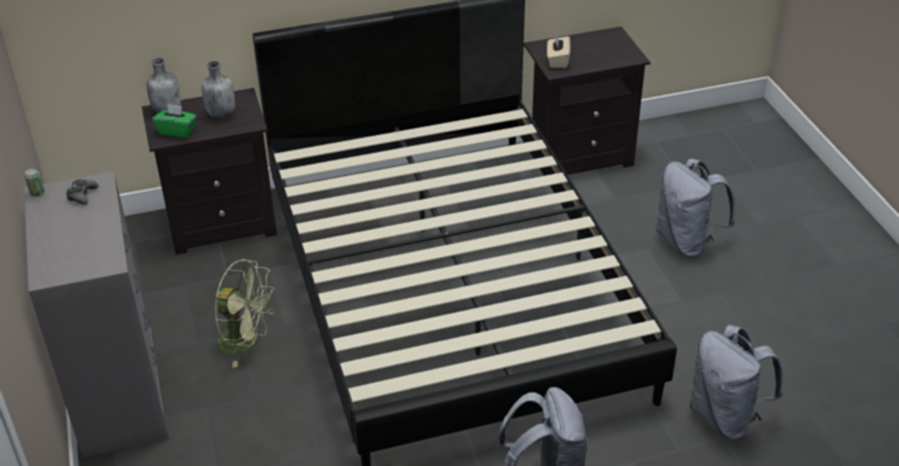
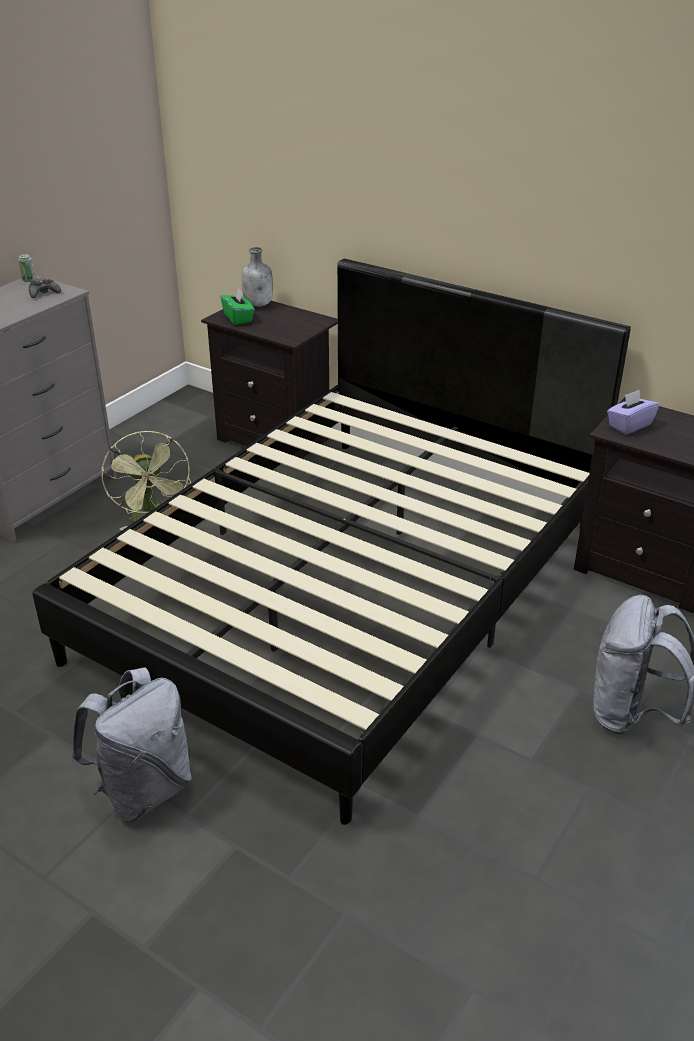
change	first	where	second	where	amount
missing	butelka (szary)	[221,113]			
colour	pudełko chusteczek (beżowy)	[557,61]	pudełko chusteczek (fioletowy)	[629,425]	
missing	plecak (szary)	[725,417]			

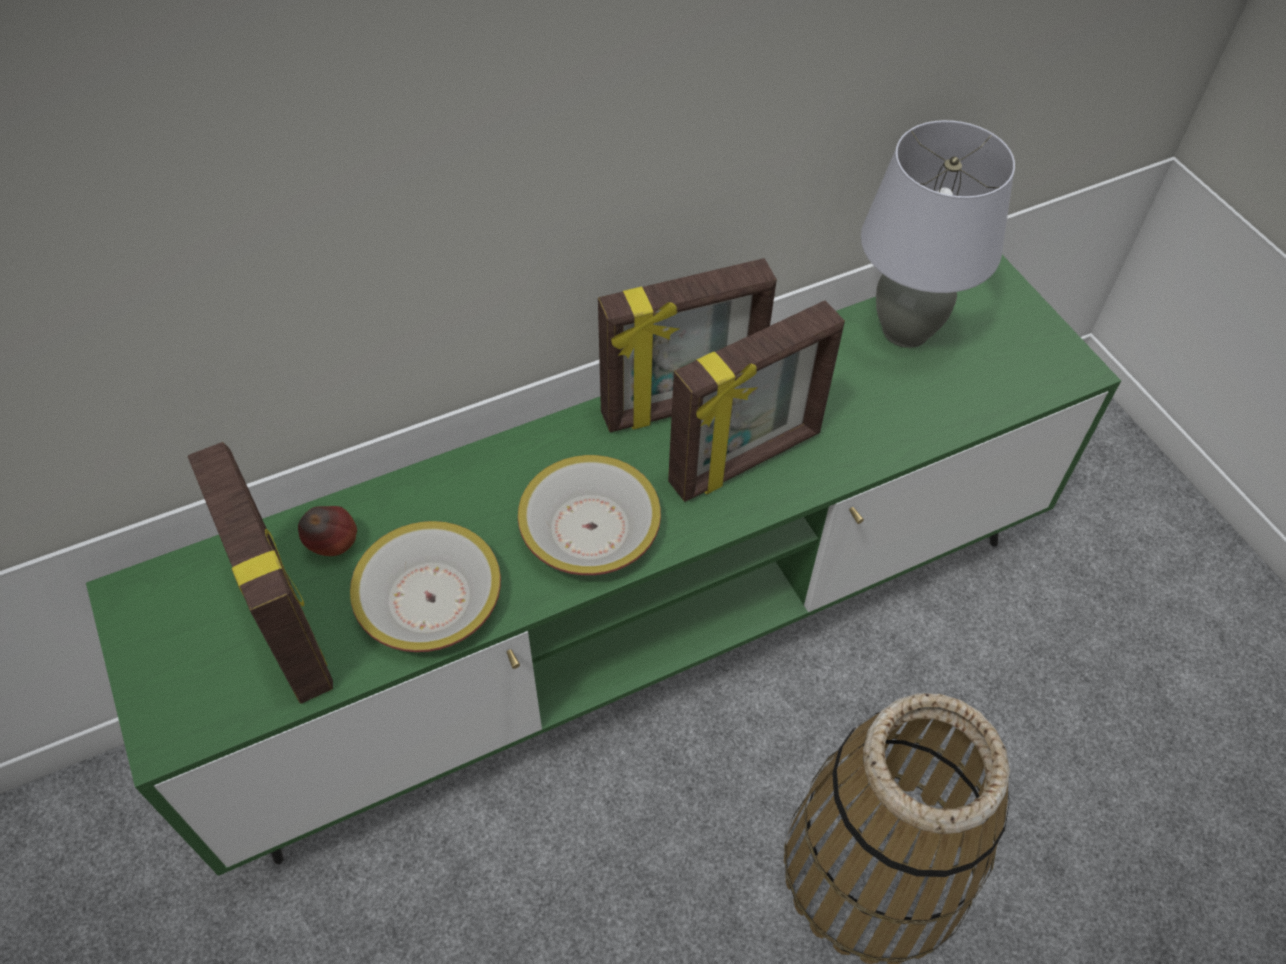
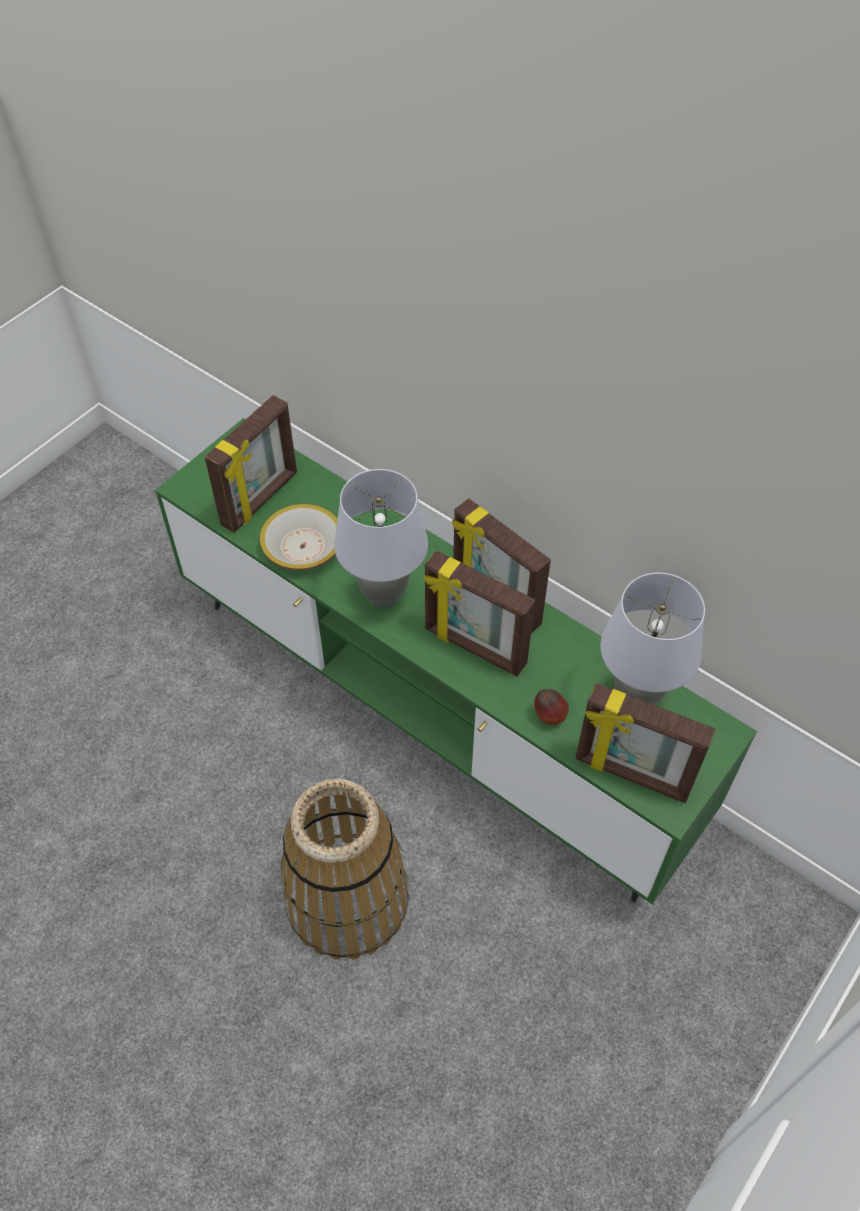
change	first	where	second	where	amount
relocated	jabłko	[334,547]		[549,717]	
exchanged	miska	[591,528]	lampa stołowa (szary)	[384,594]	
appeared			ramka na zdjęcie	[632,775]	

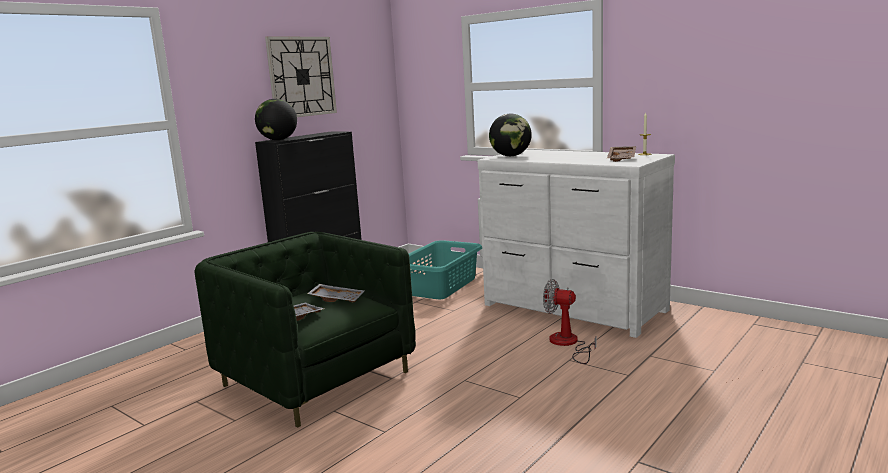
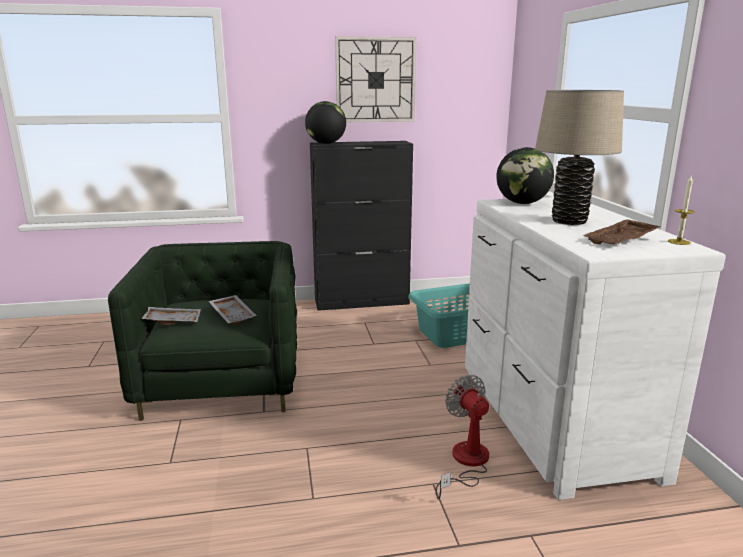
change	first	where	second	where	amount
appeared			lampa stołowa (beżowy)	[569,221]	

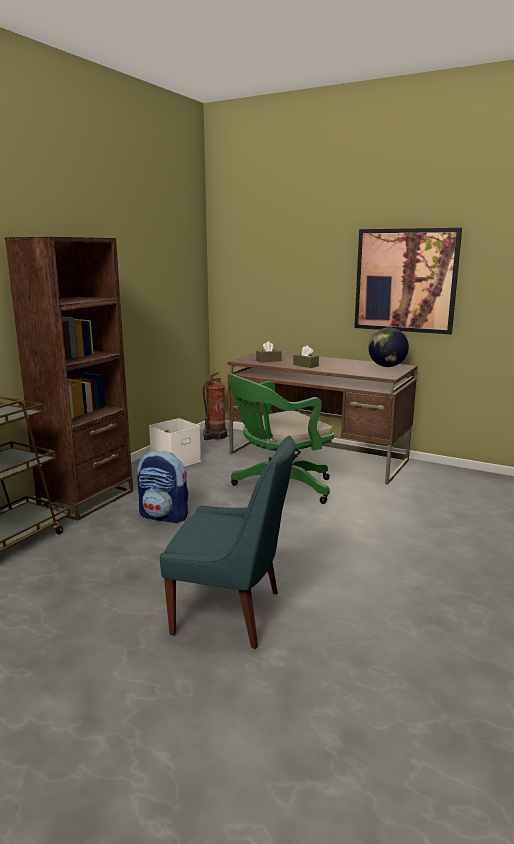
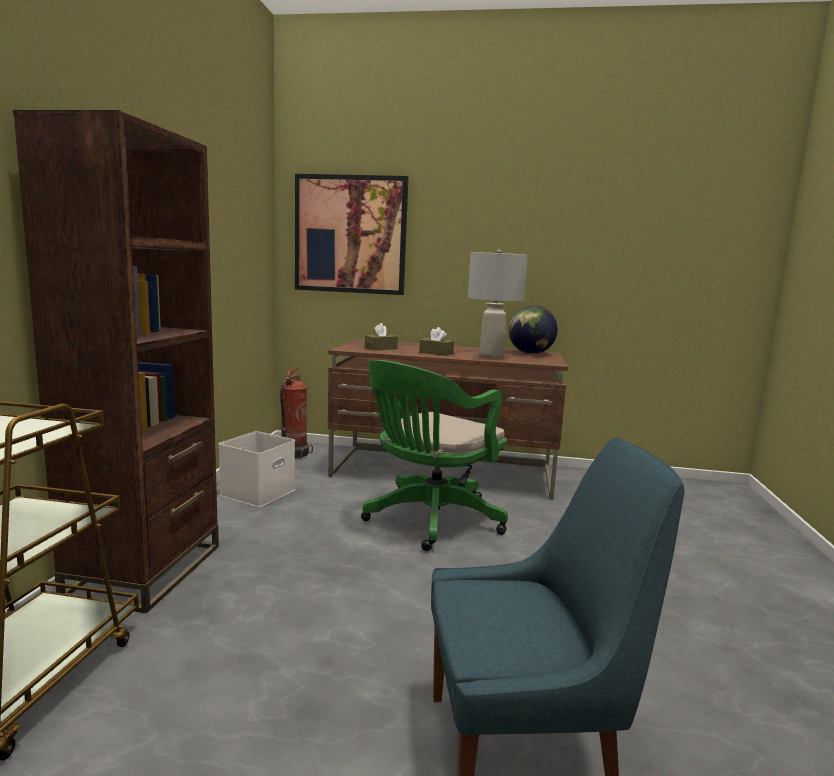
change	first	where	second	where	amount
missing	plecak	[164,516]			
relocated	obraz	[405,280]		[350,235]	
appeared			lampa stołowa (szary)	[491,356]	

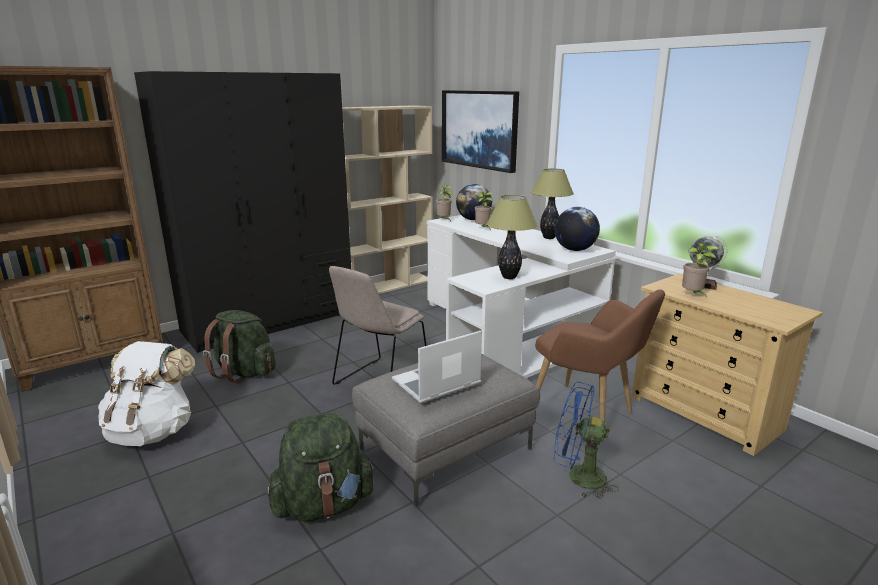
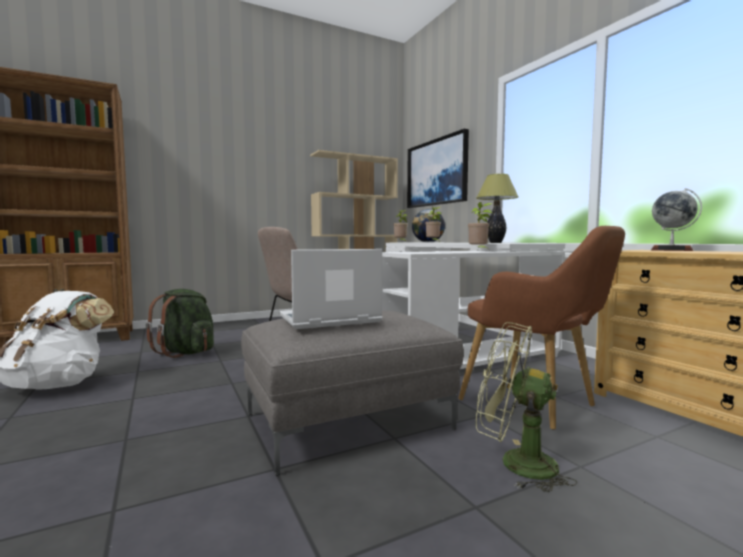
change	first	where	second	where	amount
missing	szafa (czarny)	[271,321]			
missing	plecak (zielony)	[324,505]			
missing	lampa stołowa	[509,277]			
colour	wentylator (niebieski)	[578,477]	wentylator (zielony)	[515,463]	
missing	globus	[574,250]			
relocated	roślina doniczkowa	[693,296]		[479,251]	

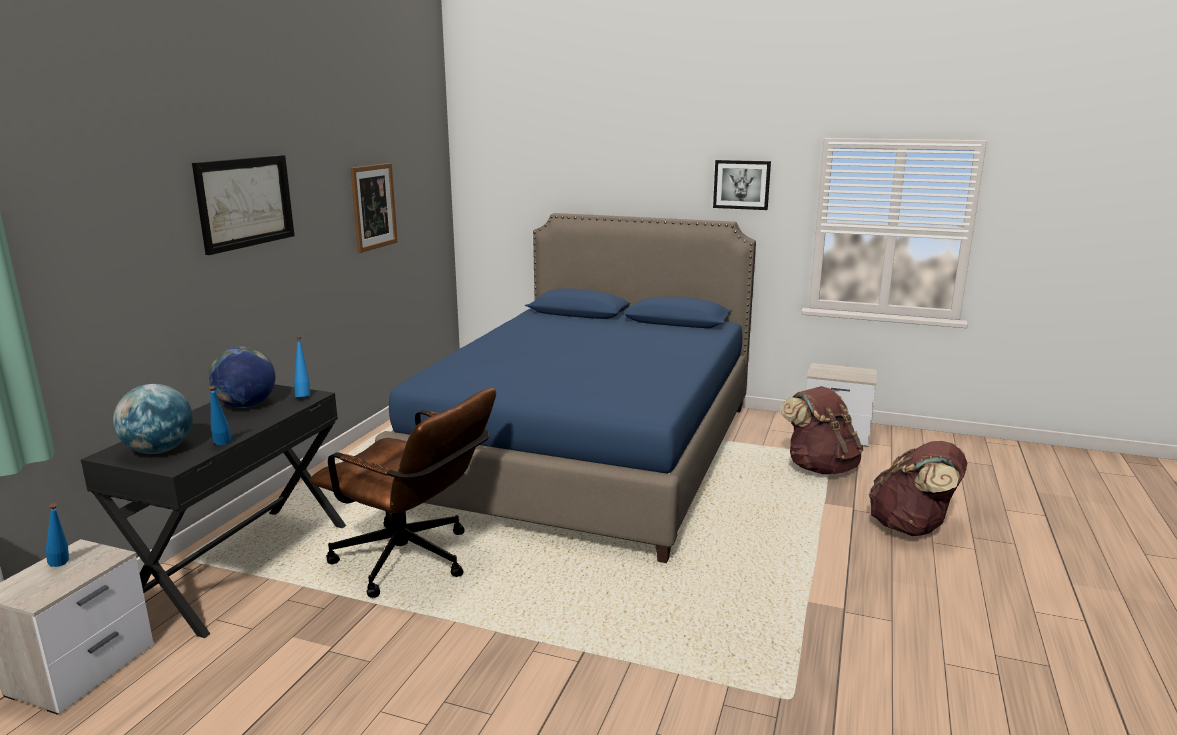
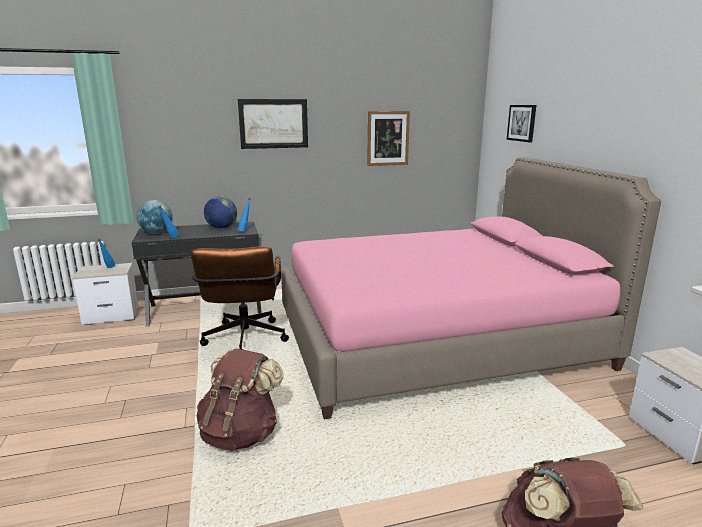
change	first	where	second	where	amount
colour	łóżko (niebieski)	[589,453]	łóżko (różowy)	[435,340]	
relocated	obraz	[741,184]		[522,123]	
relocated	plecak (brązowy)	[820,467]		[240,434]	

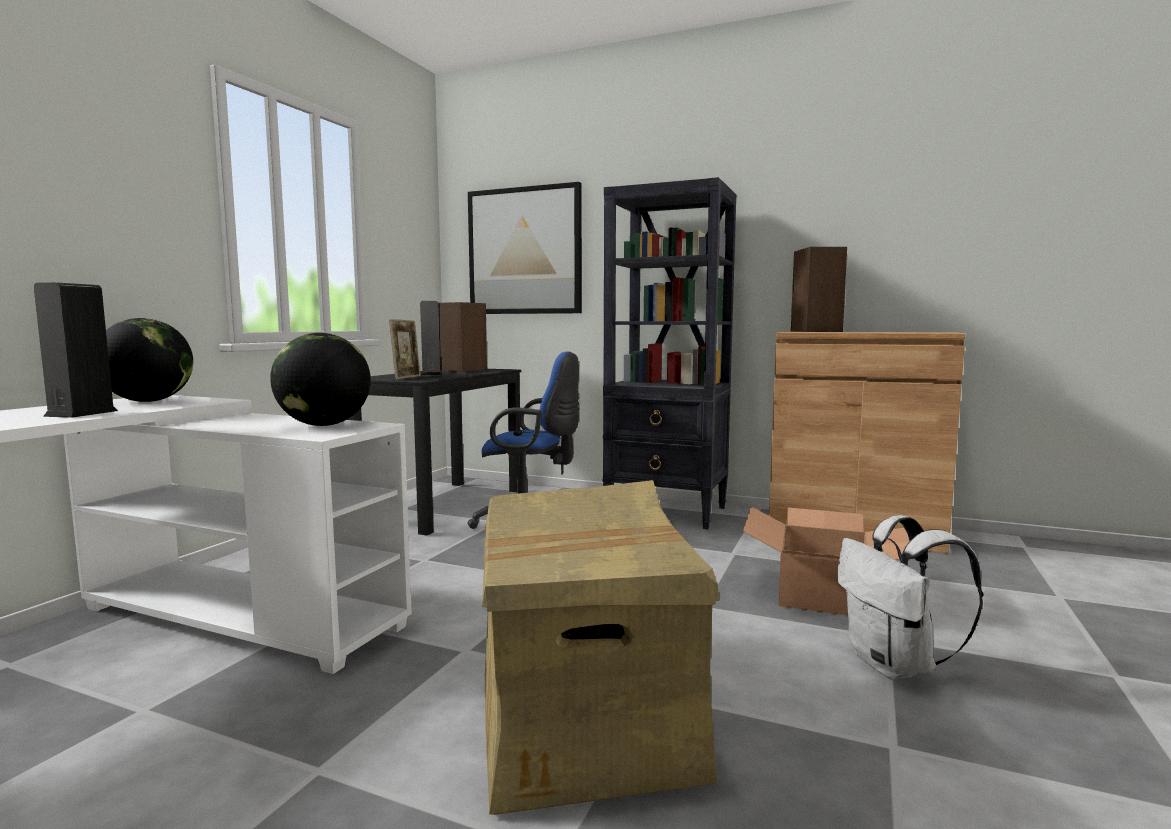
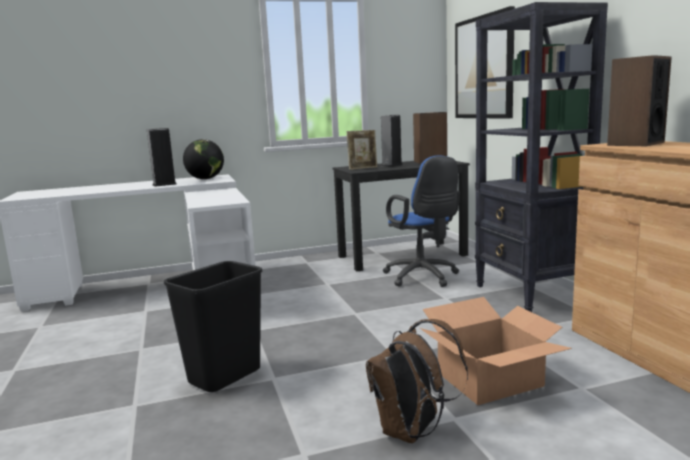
change	first	where	second	where	amount
missing	globus	[324,425]			
exchanged	karton	[584,725]	kosz na śmieci (czarny)	[224,376]	
colour	plecak (biały)	[895,666]	plecak (brązowy)	[412,432]	

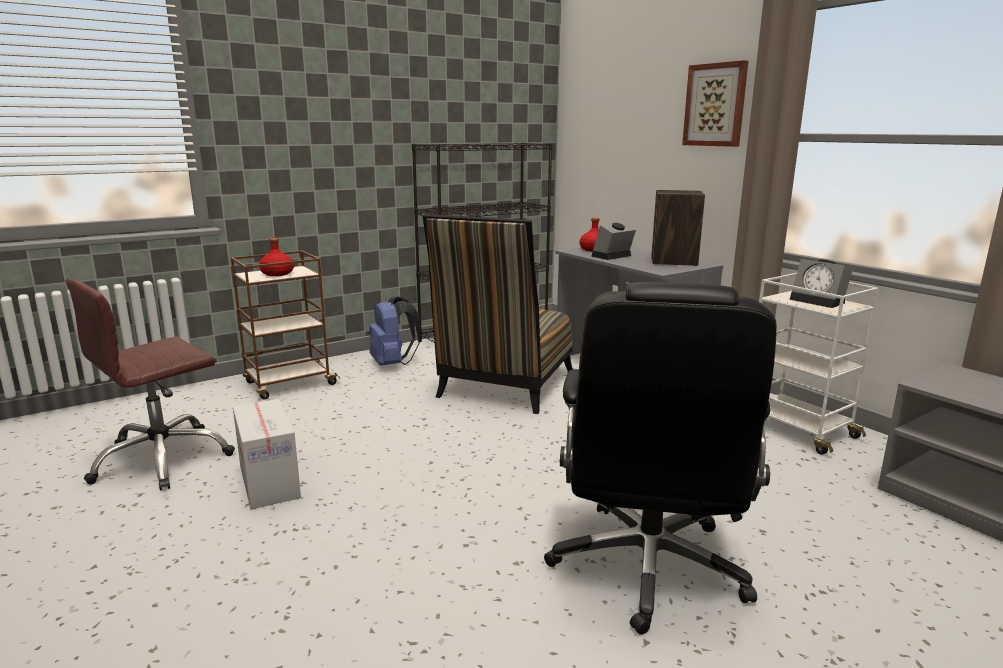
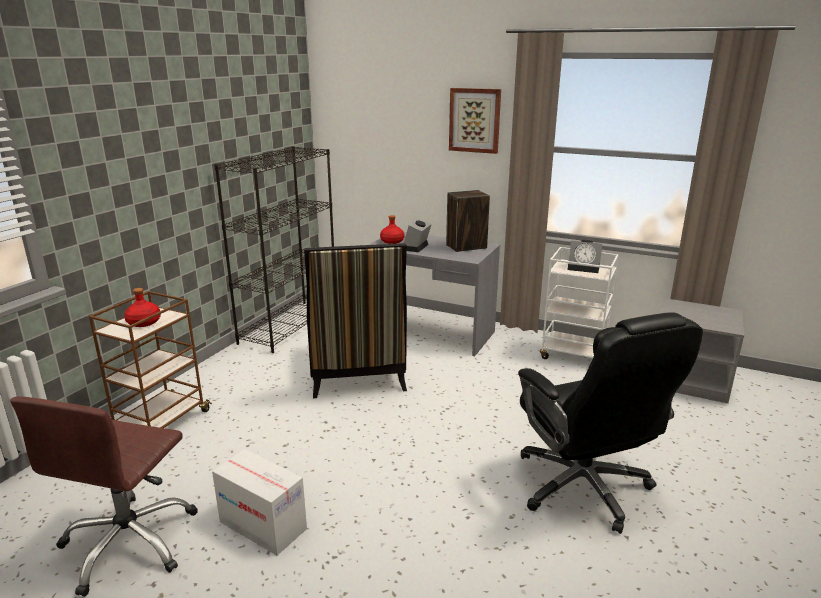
change	first	where	second	where	amount
missing	plecak (niebieski)	[393,364]			

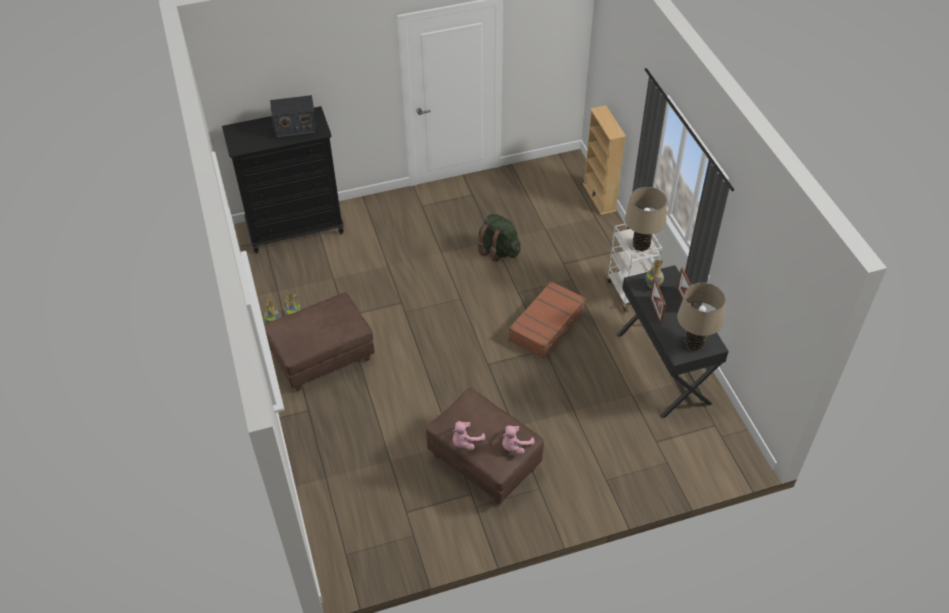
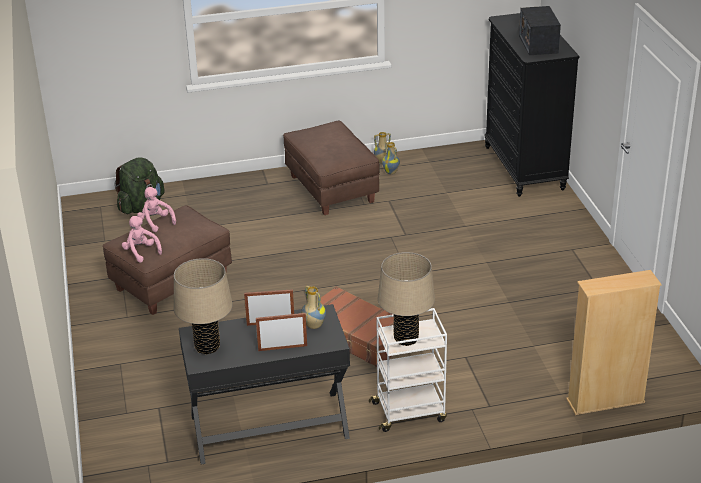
change	first	where	second	where	amount
relocated	plecak (zielony)	[498,251]		[141,206]	

